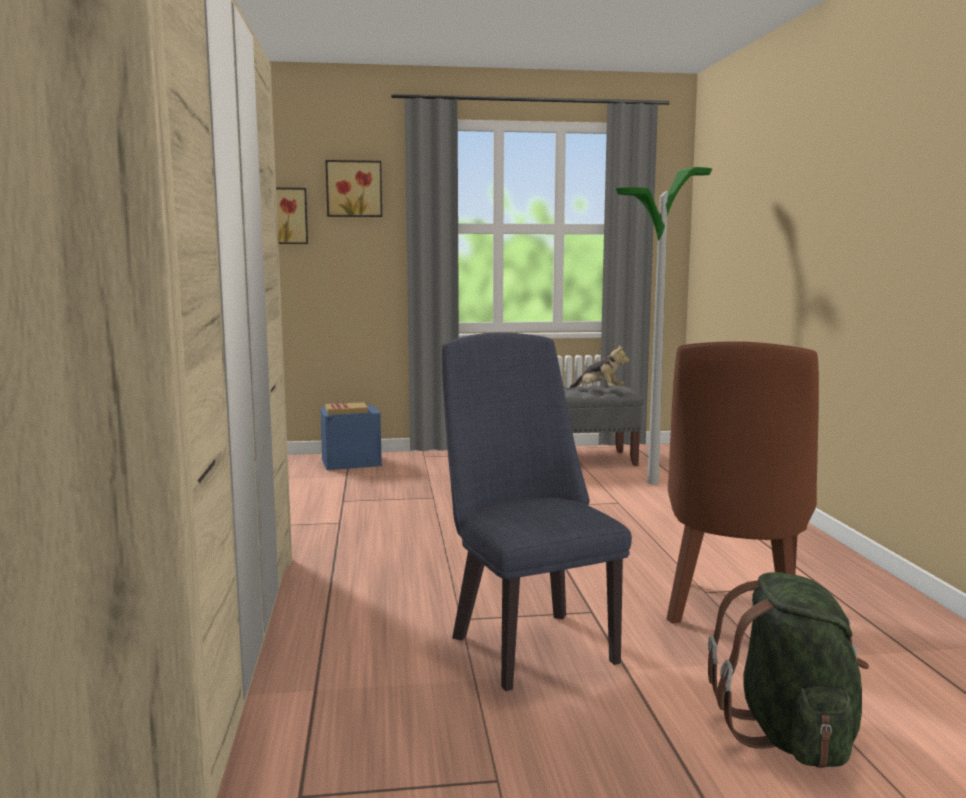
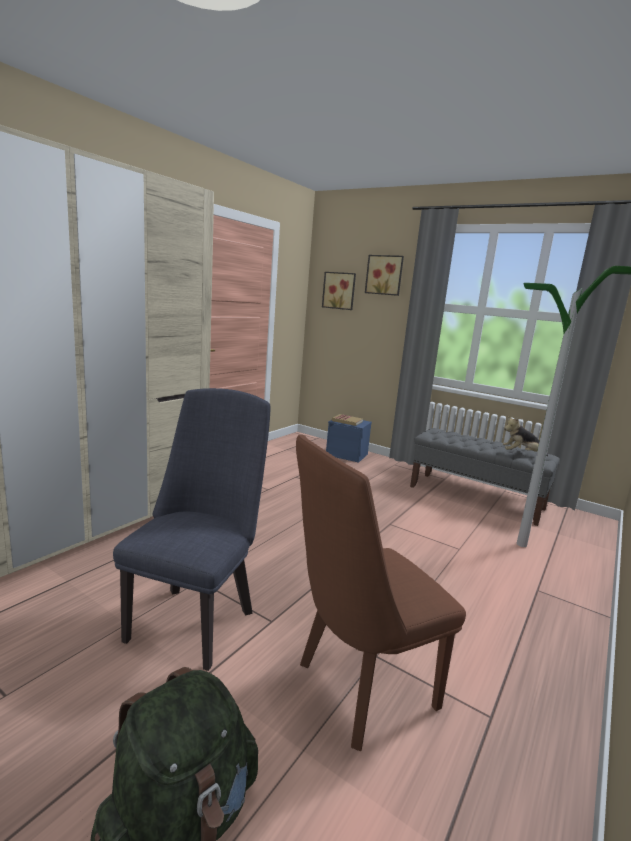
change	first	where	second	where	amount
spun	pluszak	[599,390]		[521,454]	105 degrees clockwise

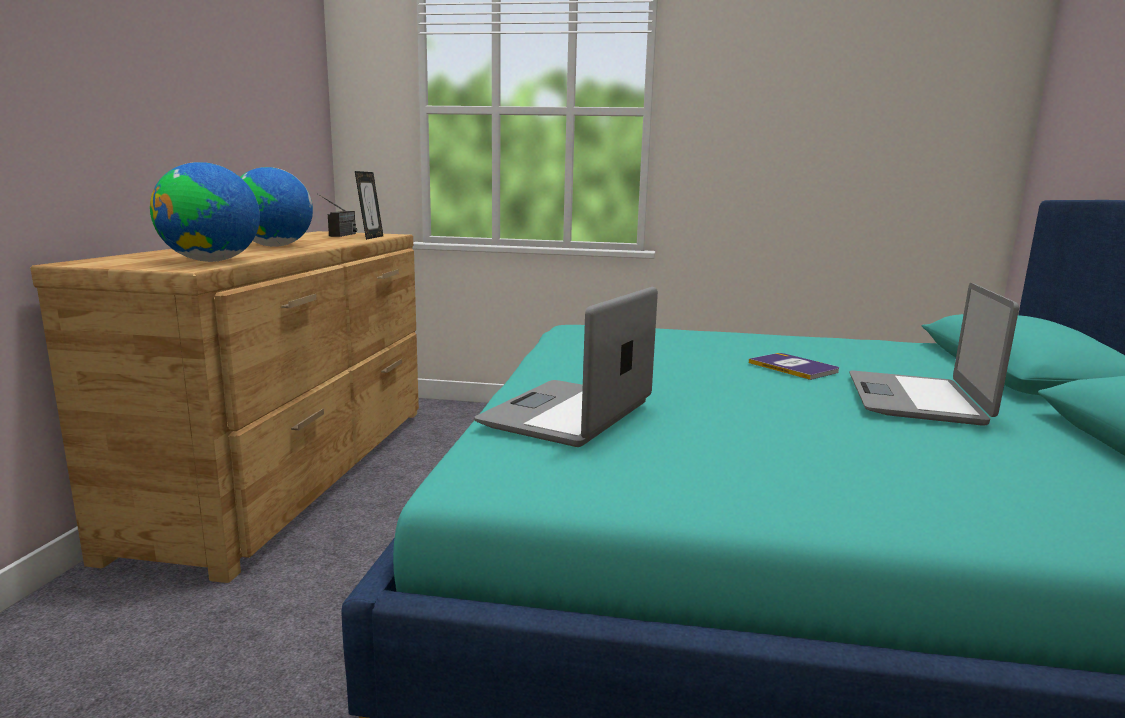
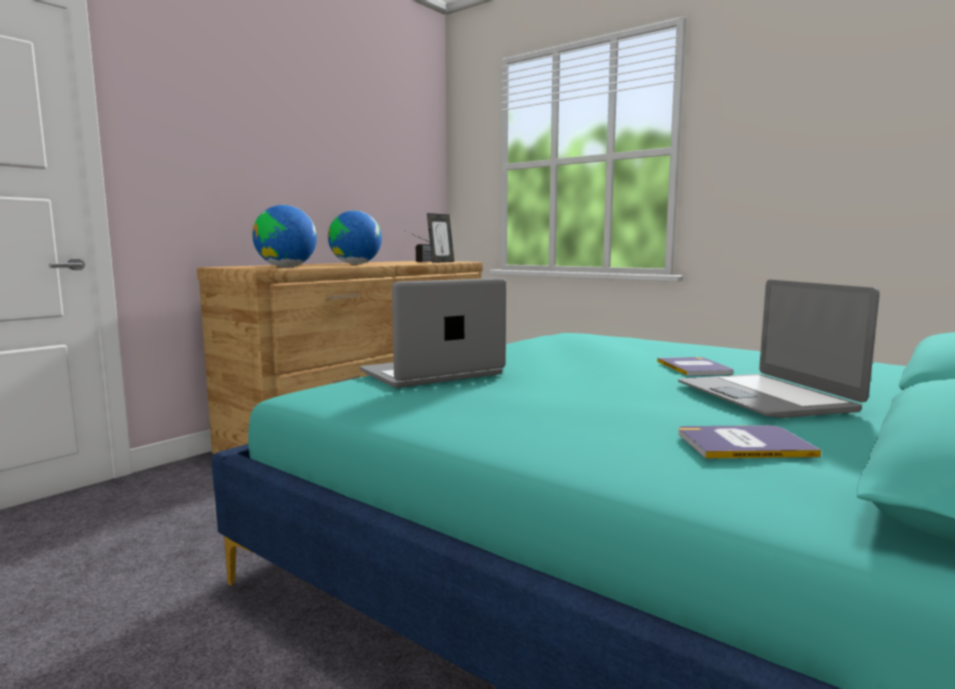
change	first	where	second	where	amount
spun	laptop	[916,399]		[765,397]	60 degrees counterclockwise
appeared			książka	[743,444]	

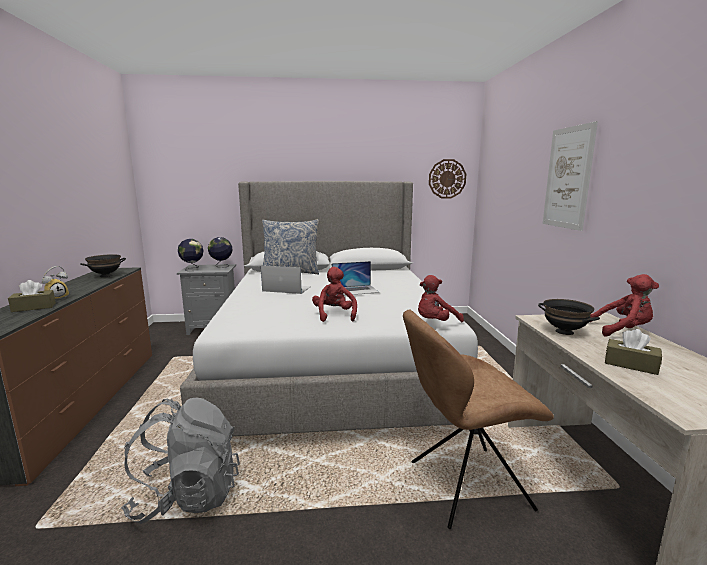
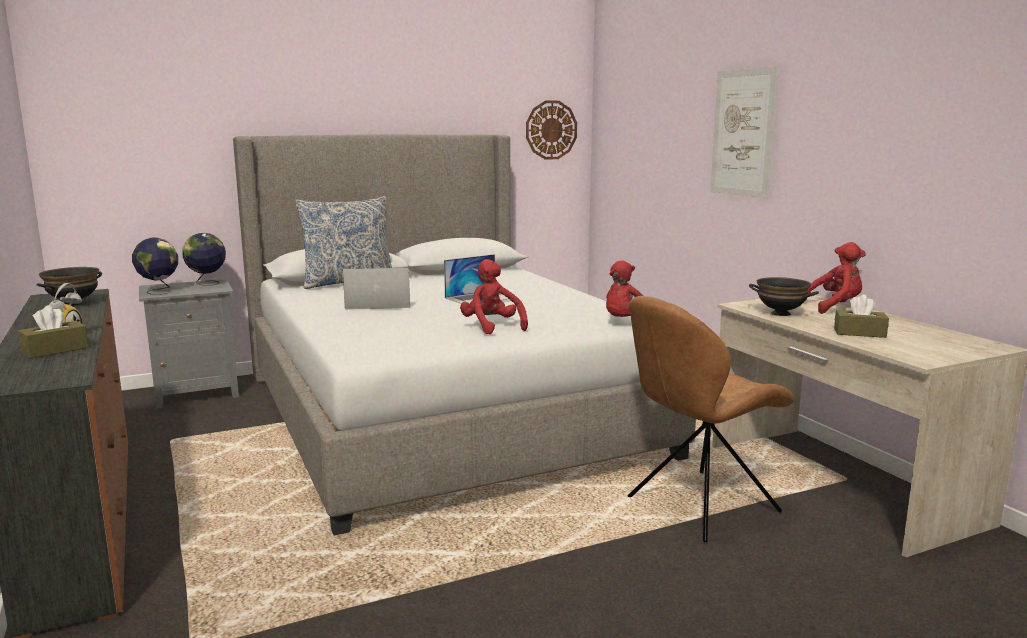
change	first	where	second	where	amount
missing	plecak (szary)	[187,496]			

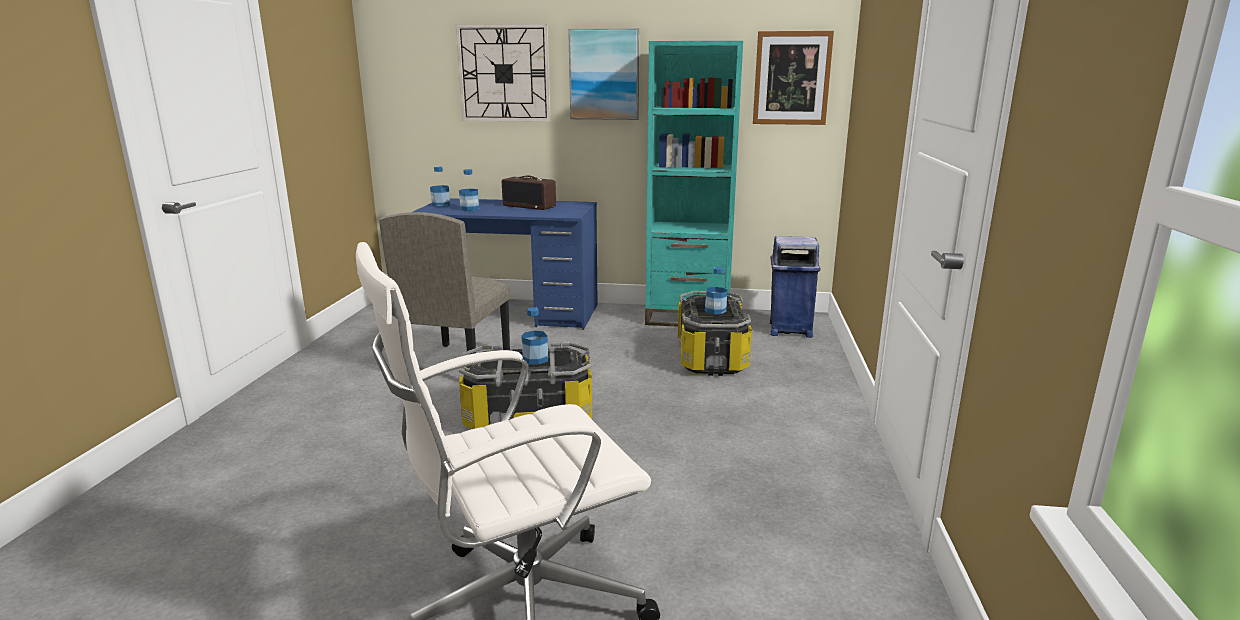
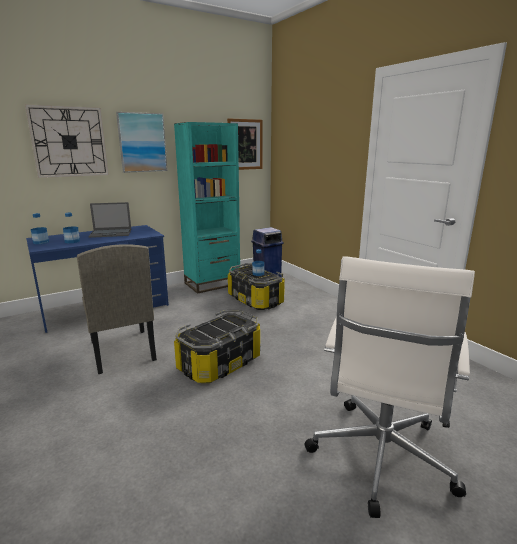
change	first	where	second	where	amount
exchanged	radio	[530,206]	laptop	[111,233]	
missing	butelka	[535,359]			

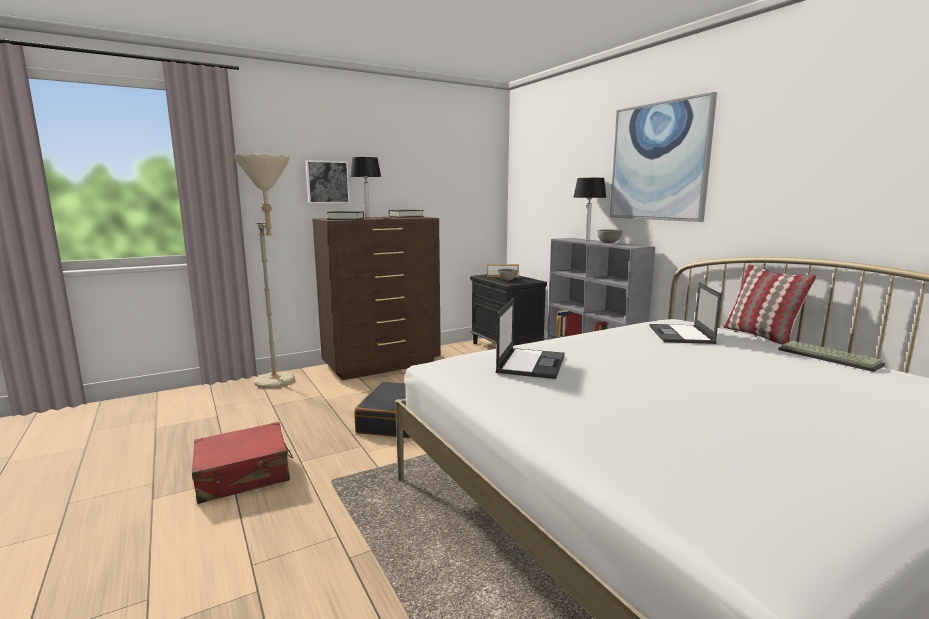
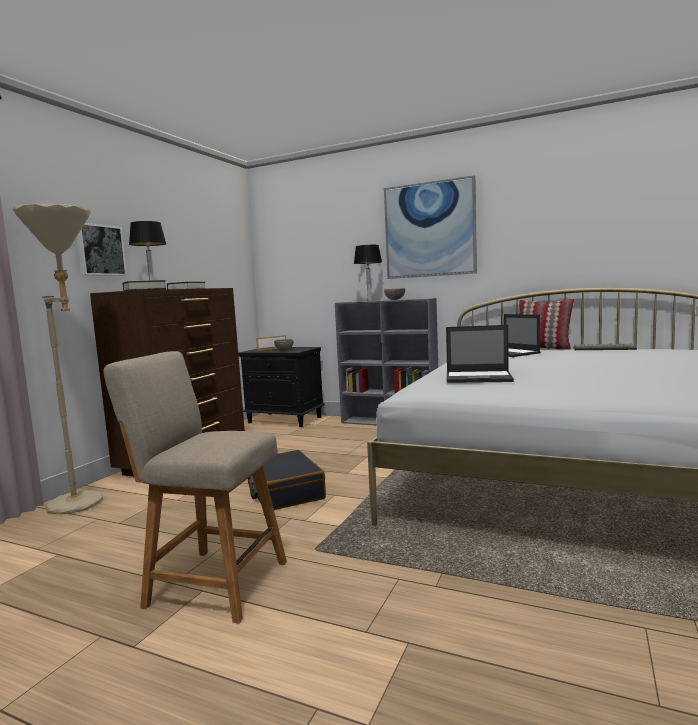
change	first	where	second	where	amount
exchanged	walizka (czerwony)	[244,475]	krzesło (beżowy)	[212,582]	
spun	laptop	[531,363]		[479,377]	120 degrees clockwise

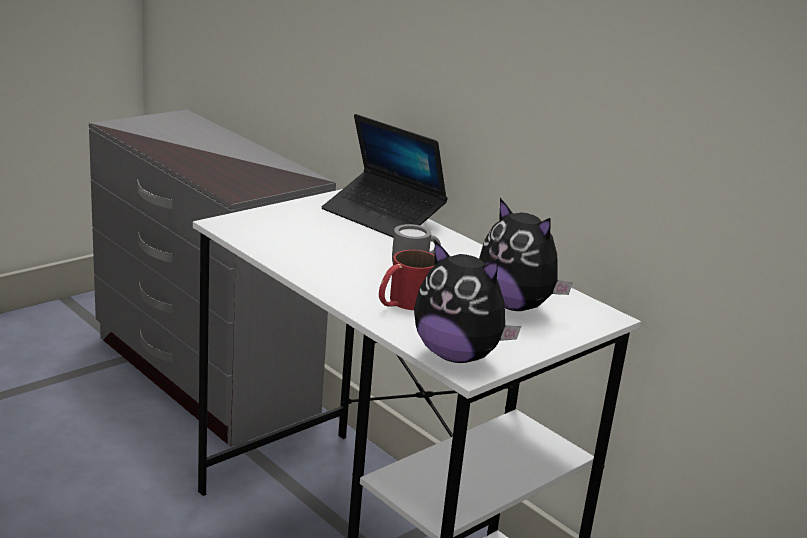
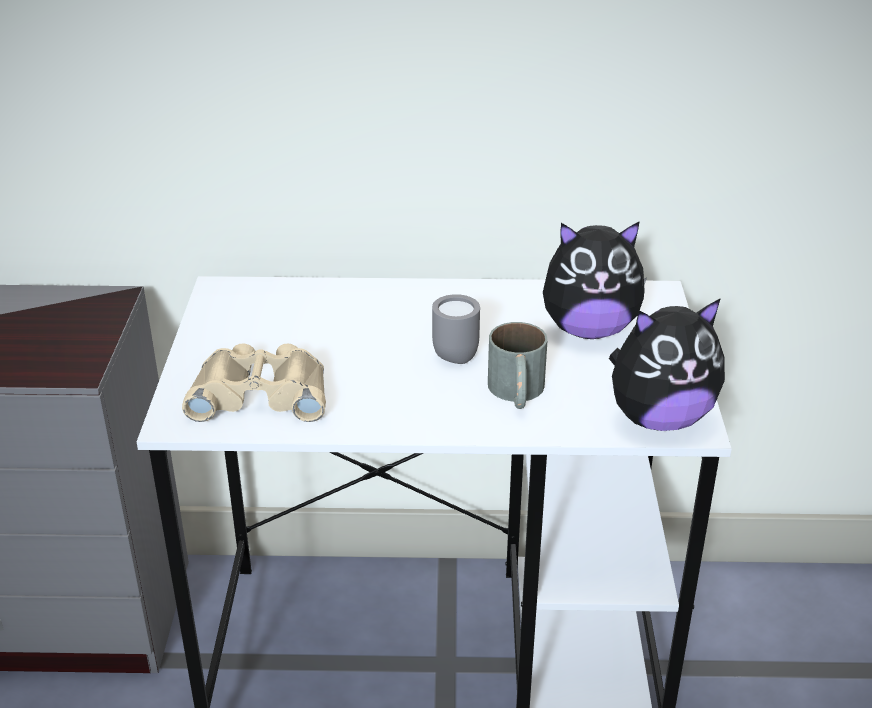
change	first	where	second	where	amount
missing	laptop	[383,216]			
colour	kubek (czerwony)	[403,303]	kubek (szary)	[517,393]	
appeared			lornetka (beżowy)	[261,393]	

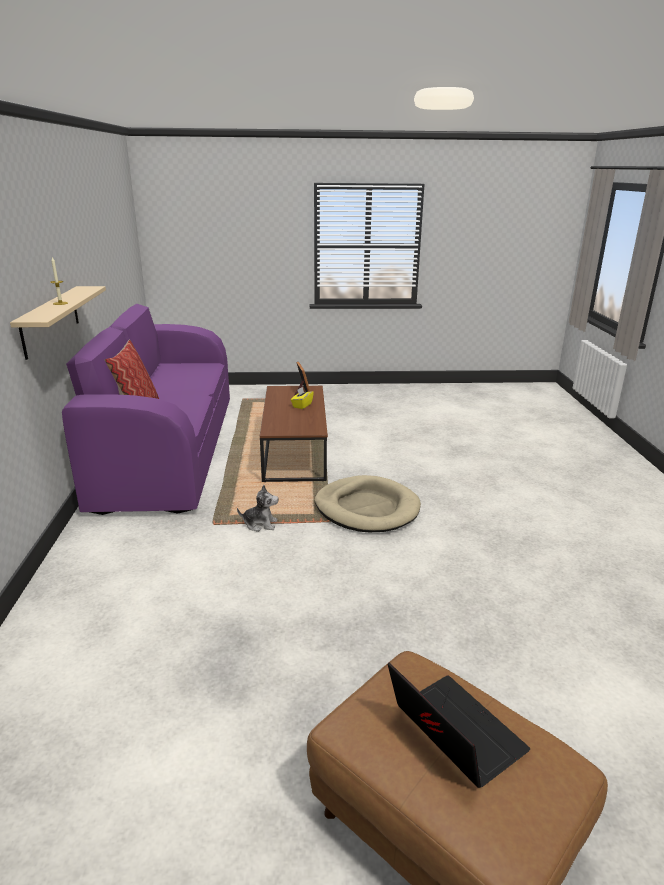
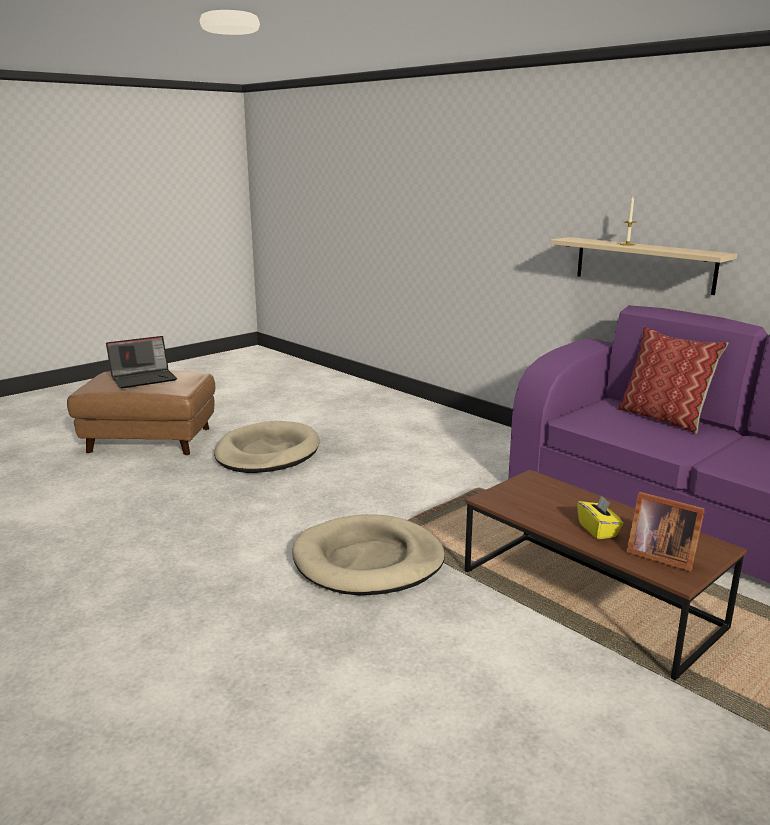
change	first	where	second	where	amount
missing	pluszak	[260,524]			
spun	laptop	[452,733]		[144,378]	45 degrees counterclockwise
appeared			legowisko (beżowy)	[267,453]	

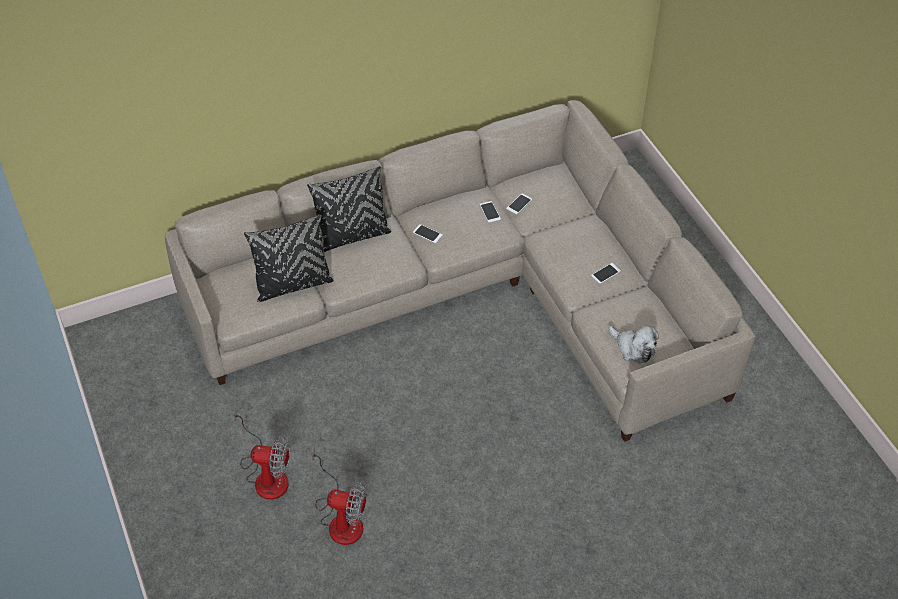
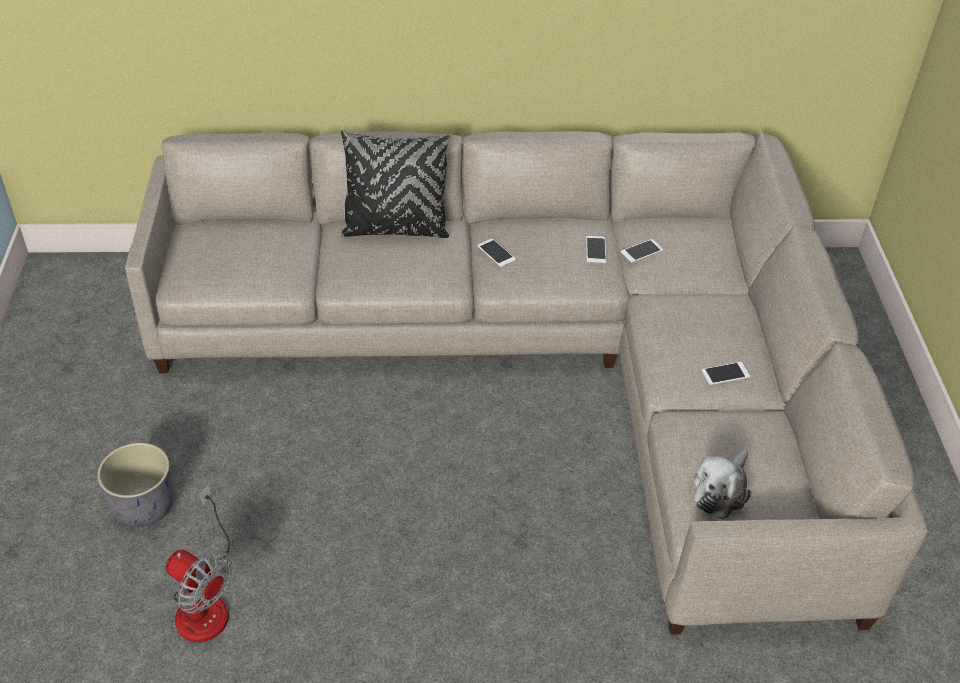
change	first	where	second	where	amount
exchanged	wentylator	[266,475]	donica (szary)	[144,505]	
missing	poduszka (czarny)	[293,285]			
spun	pluszak	[633,348]		[720,491]	60 degrees clockwise

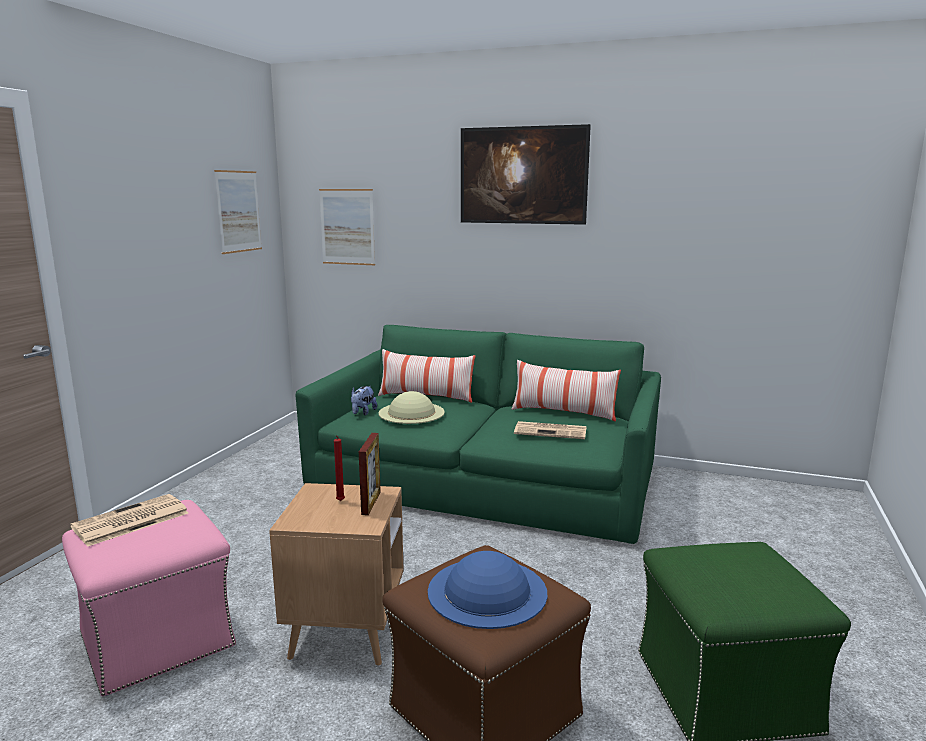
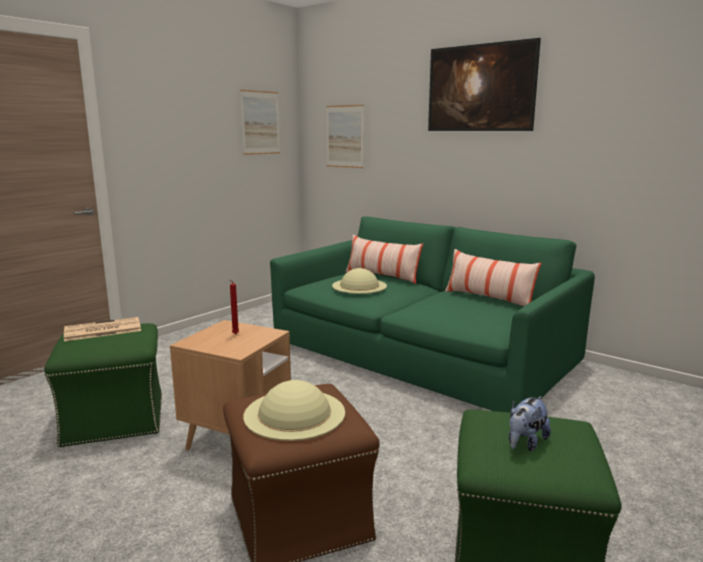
change	first	where	second	where	amount
colour	pufa (różowy)	[159,638]	pufa (zielony)	[116,419]	
relocated	pluszak	[363,413]		[525,443]	
missing	ramka na zdjęcie	[371,503]			
colour	kapelusz (niebieski)	[487,591]	kapelusz (beżowy)	[294,413]	
missing	gazeta	[551,431]			

